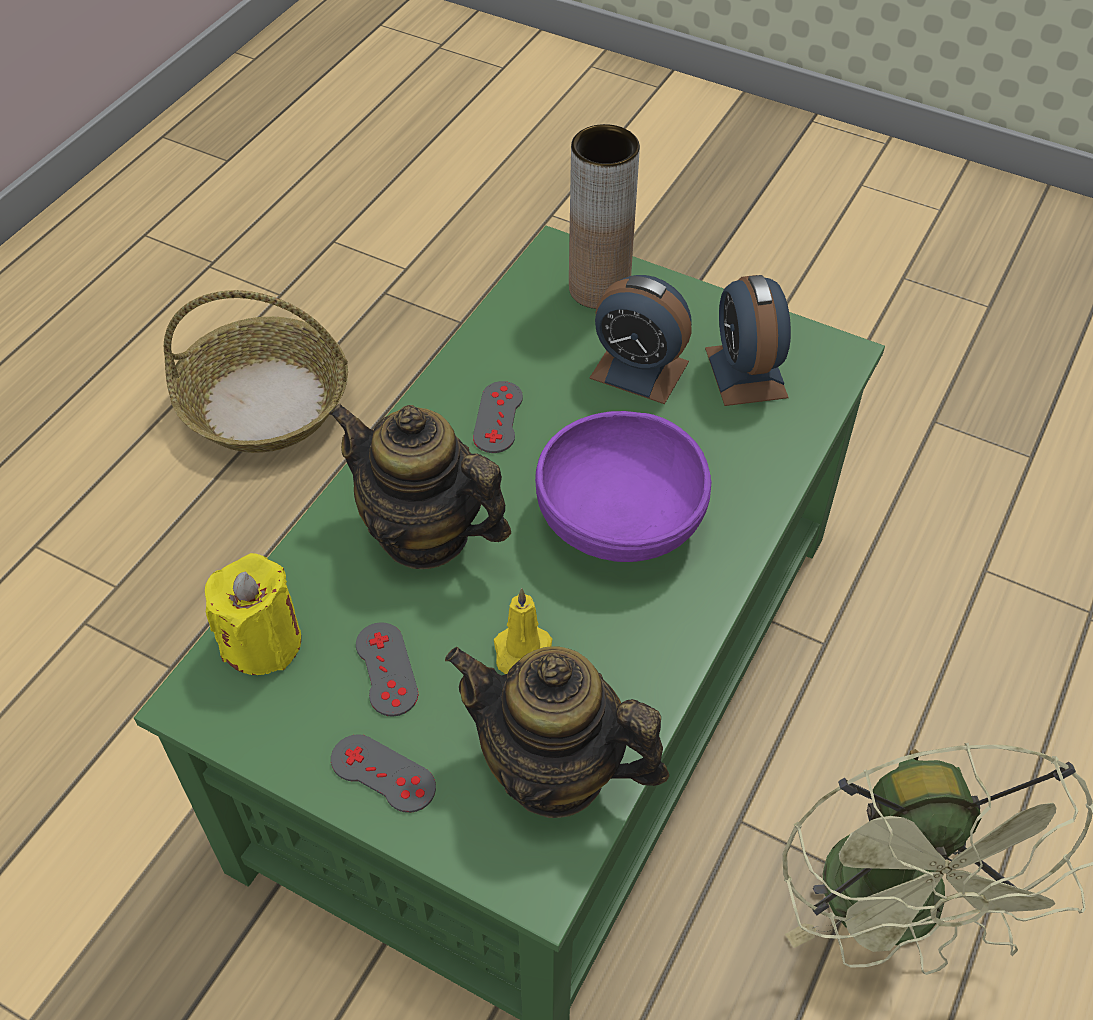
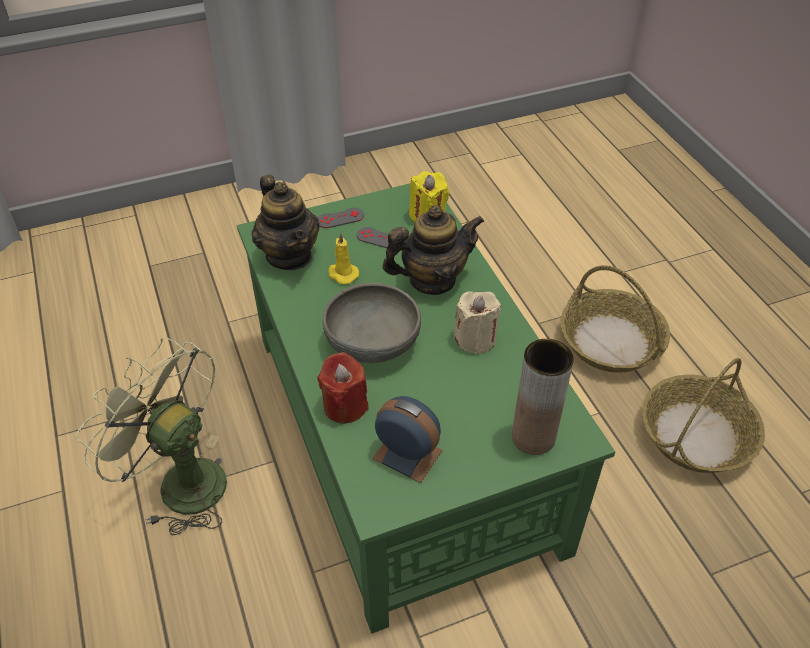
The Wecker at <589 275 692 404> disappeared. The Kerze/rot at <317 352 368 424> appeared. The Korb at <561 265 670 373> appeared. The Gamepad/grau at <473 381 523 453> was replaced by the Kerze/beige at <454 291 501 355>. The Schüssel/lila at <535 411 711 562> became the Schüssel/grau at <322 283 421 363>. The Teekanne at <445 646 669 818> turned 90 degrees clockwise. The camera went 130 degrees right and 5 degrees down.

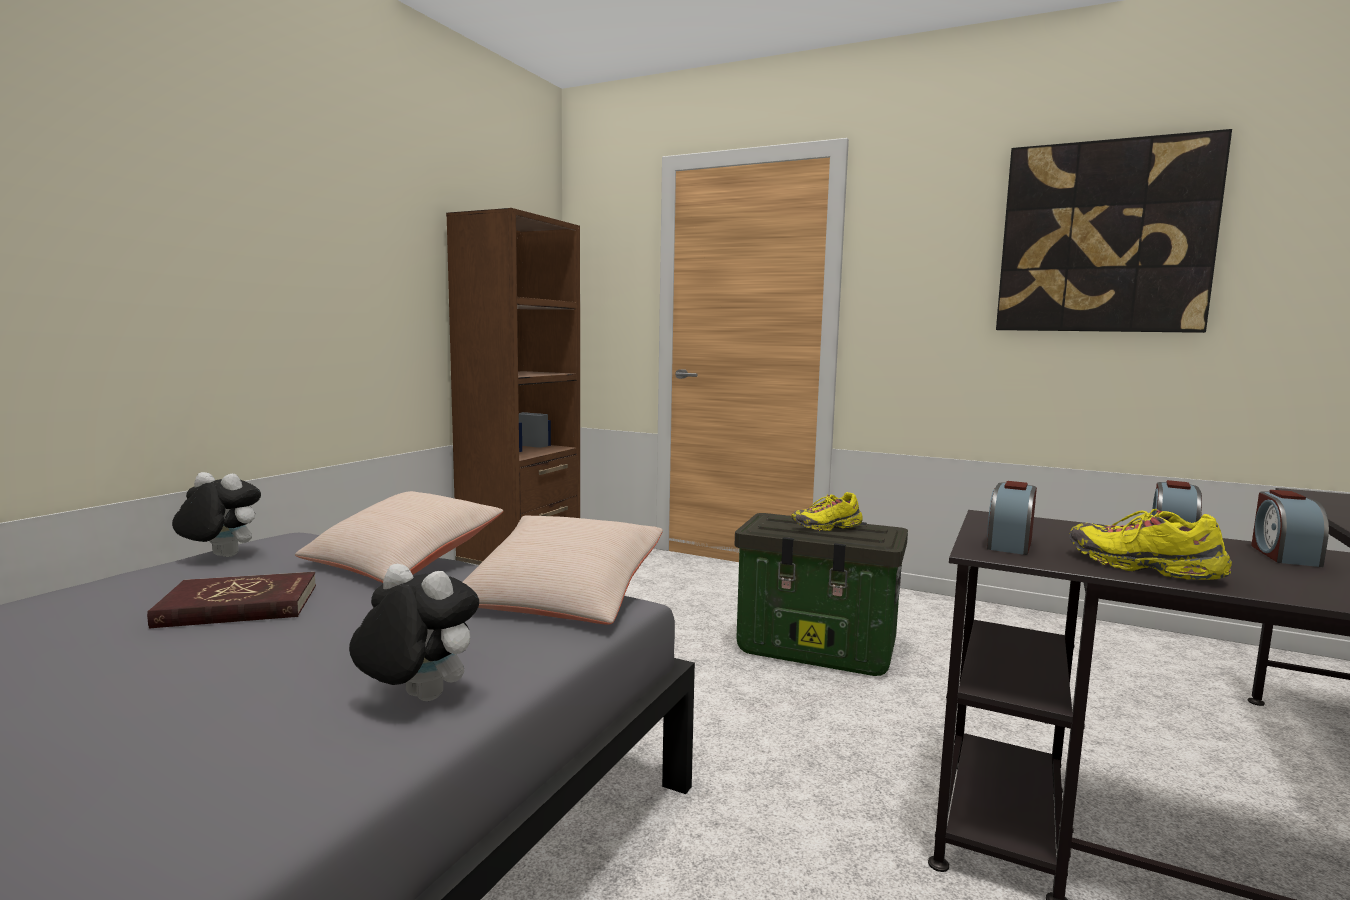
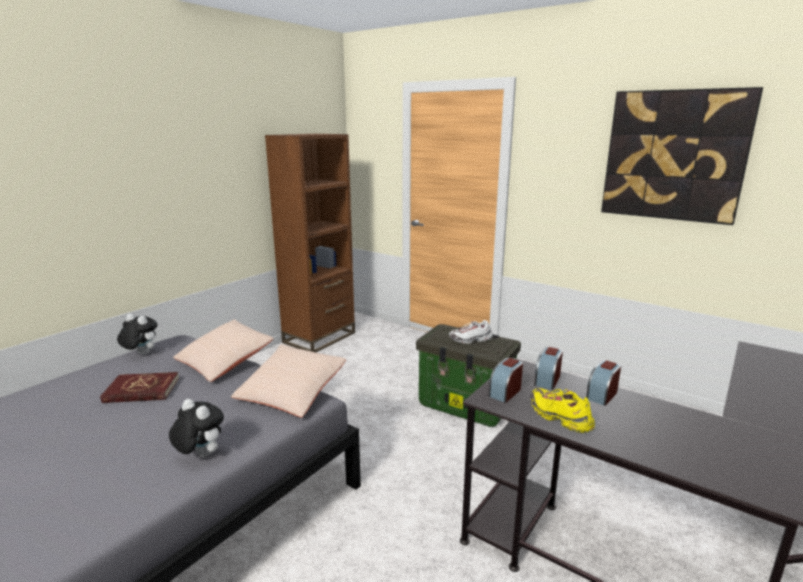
The Wecker moved from <1251 490 1329 567> to <534 347 563 390>. The Schuh/gelb at <791 492 863 531> became the Schuh/weiß at <449 320 493 344>. The camera went 10 degrees right and 10 degrees up.

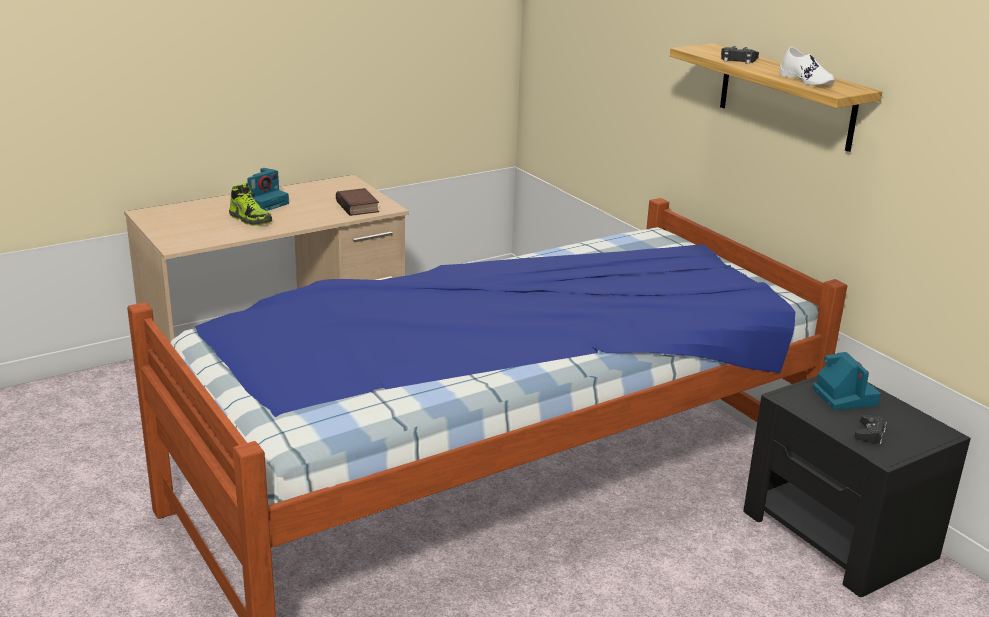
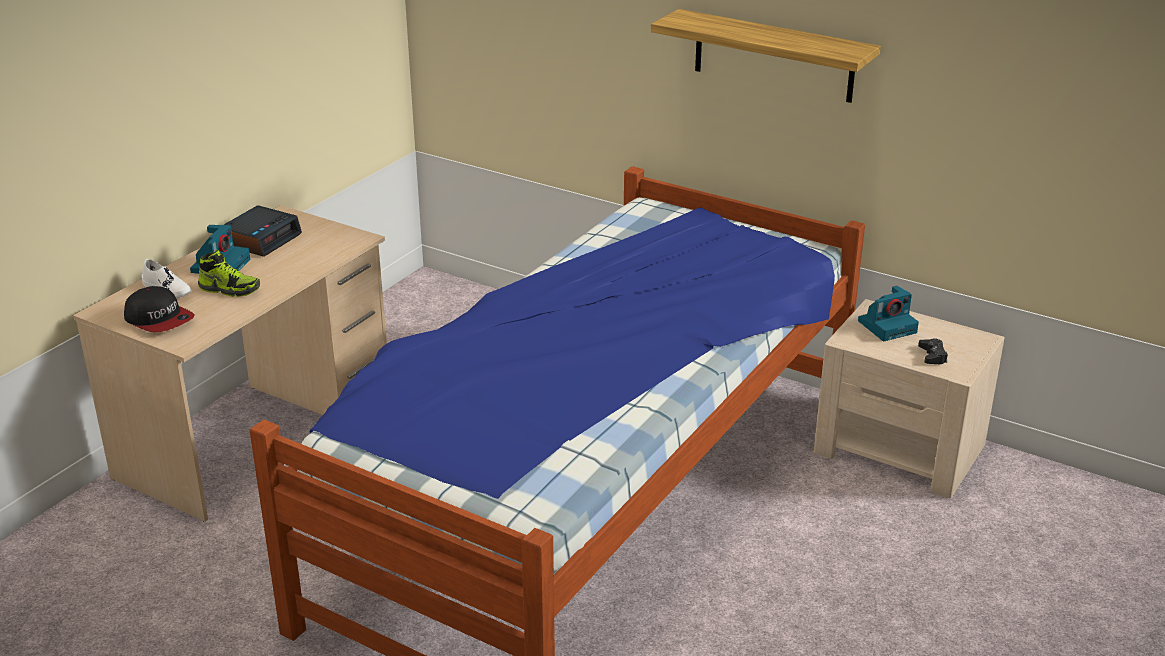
The Buch at <336 188 379 216> disappeared. The Gamepad/schwarz at <721 46 759 64> disappeared. The Kappe at <124 286 194 333> appeared. The Wecker at <224 206 302 257> appeared. The Schuh/weiß moved from <779 46 835 85> to <142 259 192 298>. The Nachttisch/schwarz at <743 375 971 597> became the Nachttisch/beige at <814 299 1005 498>. The Kamera at <813 352 881 410> turned 105 degrees clockwise. The camera went 25 degrees left and 5 degrees up.

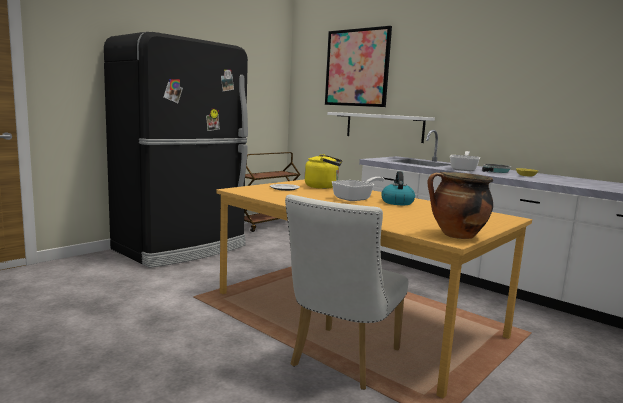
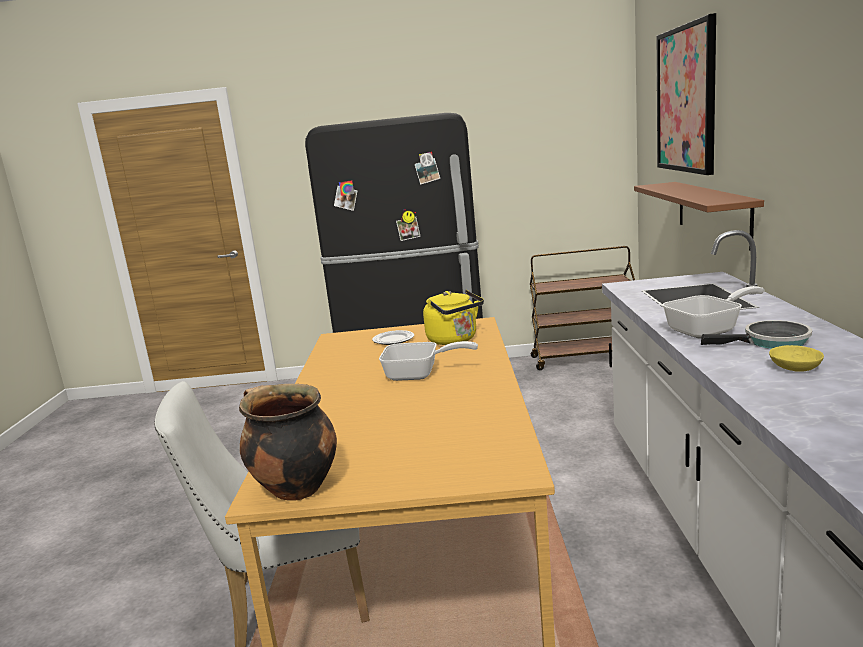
The Wasserkessel at <381 171 415 205> disappeared. The Wandregal/weiß at <327 112 435 143> became the Wandregal/braun at <634 182 764 251>. The camera went 50 degrees right and 5 degrees up.

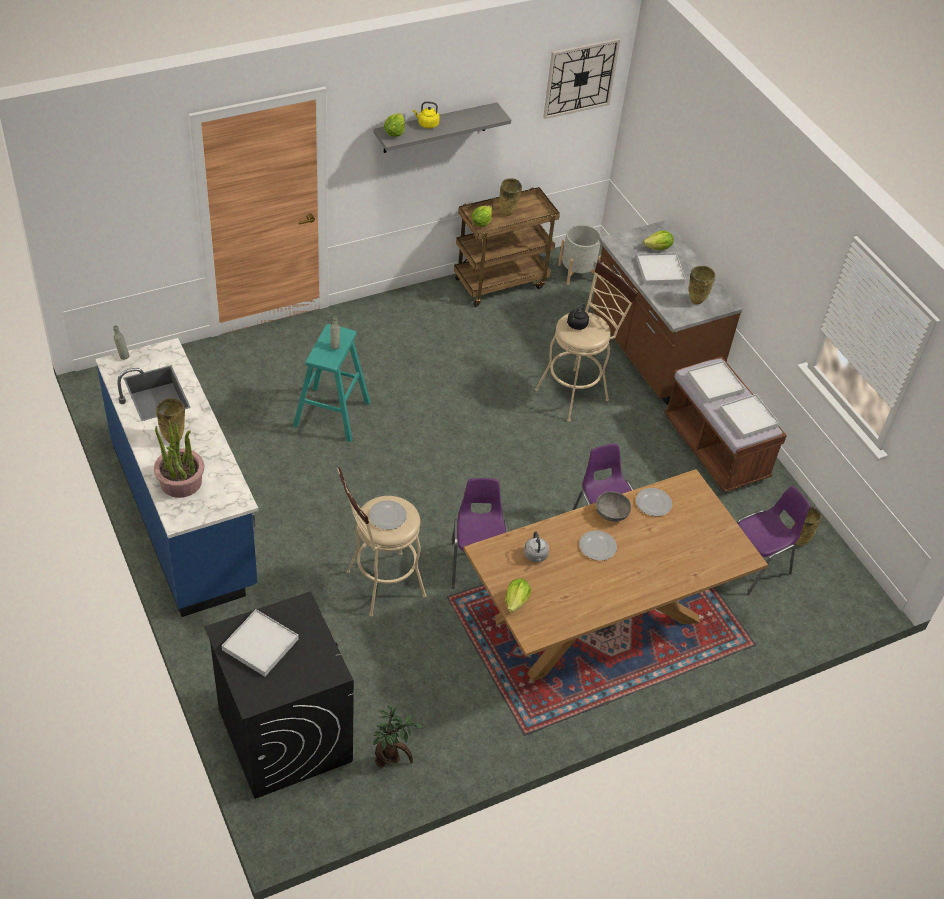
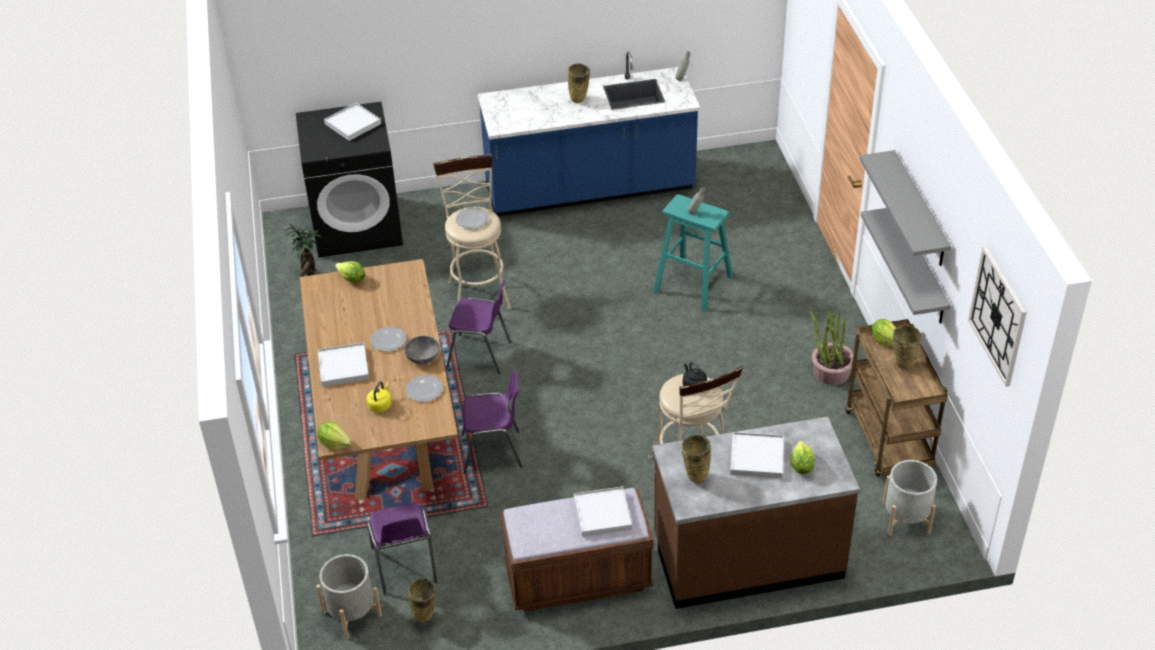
The Wasserkessel/grau at <524 531 549 562> disappeared. The Pflanzkübel/grau at <316 554 382 639> appeared. The Wandregal/grau at <861 208 951 324> appeared. The Topfpflanze moved from <154 421 204 498> to <809 310 854 385>. The Salatkopf moved from <384 113 405 137> to <317 421 352 449>. The Wasserkessel/gelb moved from <413 101 440 129> to <367 381 392 412>. The Tablett/weiß moved from <719 394 780 439> to <318 342 369 387>. The camera went 110 degrees right and 5 degrees down.

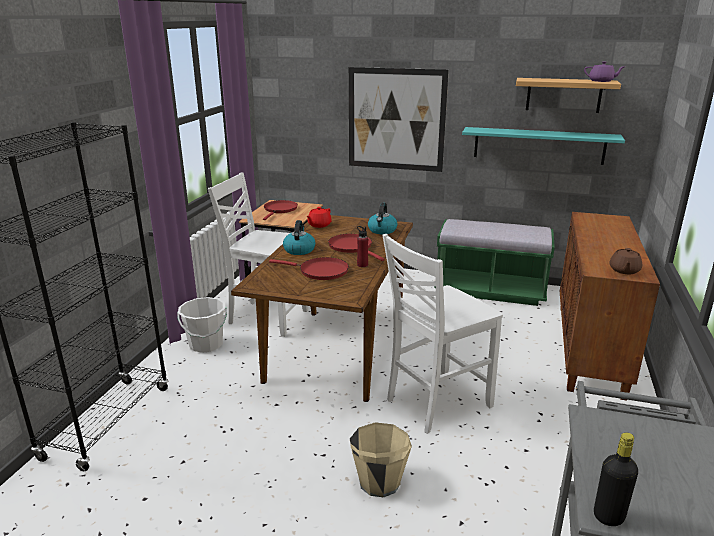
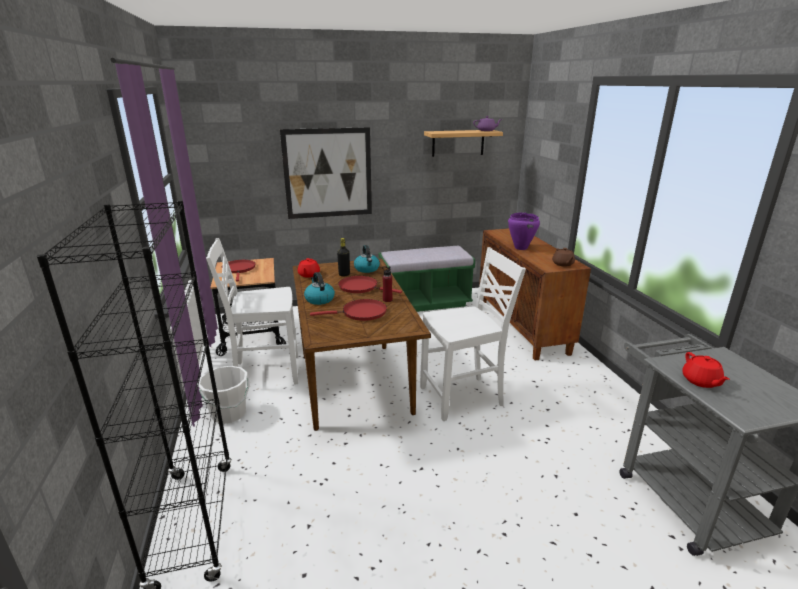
The Eimer/beige at <350 422 412 497> disappeared. The Wandregal/türkis at <462 127 625 165> disappeared. The Kochtopf/lila at <508 212 540 250> appeared. The Teekanne/rot at <682 352 730 388> appeared. The Flasche/schwarz moved from <594 433 638 526> to <337 238 350 277>. The Stuhl/weiß at <383 234 503 434> turned 135 degrees counterclockwise. The camera went 30 degrees left and 0 degrees up.

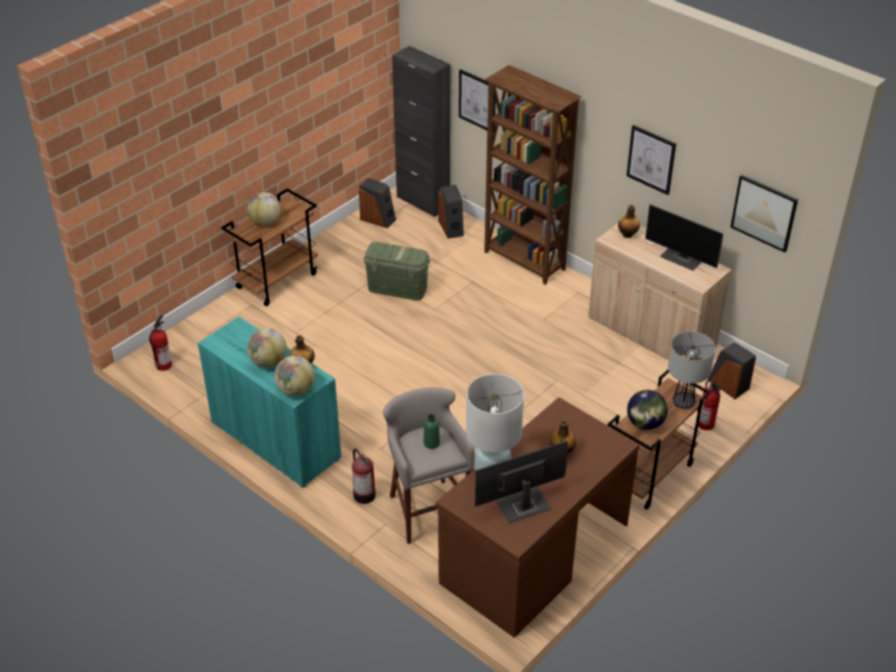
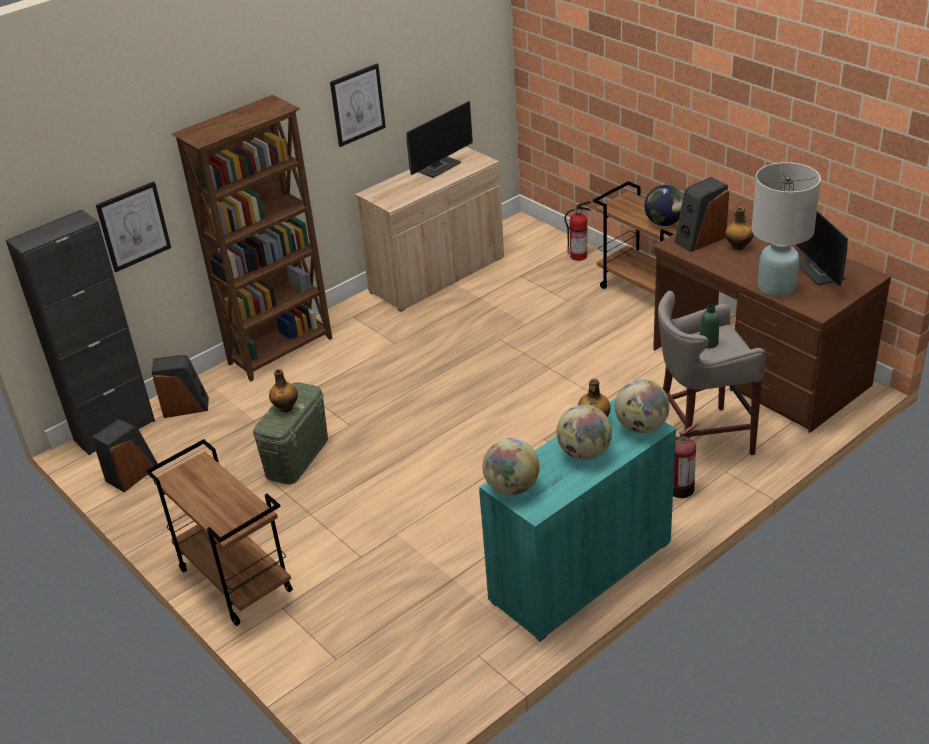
The Feuerlöscher at <149 315 172 371> disappeared. The Tischlampe at <668 331 715 409> disappeared. The Bild at <731 175 798 253> disappeared. The Globus moved from <247 192 281 226> to <483 438 540 495>. The Flasche moved from <618 205 640 238> to <269 369 298 412>. The Lautsprecher moved from <708 343 756 399> to <675 177 729 252>. The camera went 80 degrees left and 5 degrees down.

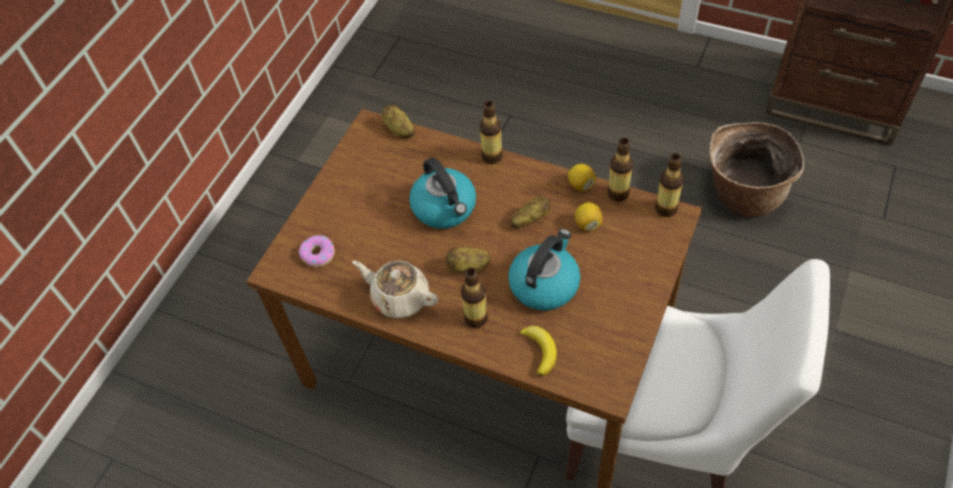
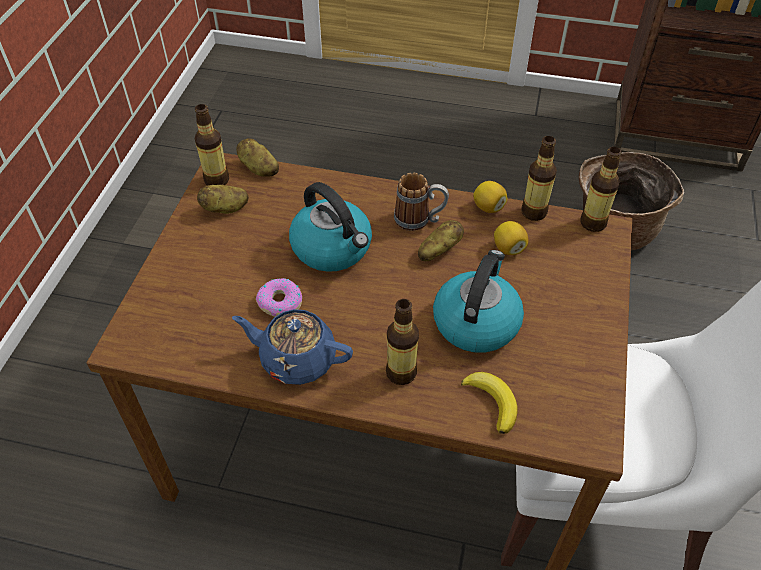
The Henkelbecher at <394 173 449 231> appeared. The Donut moved from <299 235 335 267> to <256 278 302 317>. The Kartoffel moved from <446 247 491 272> to <197 185 249 214>. The Flasche moved from <480 101 503 164> to <195 104 229 185>. The Teekanne/beige at <352 260 438 319> became the Teekanne/blau at <232 309 353 385>. The camera went 15 degrees left and 5 degrees down.

